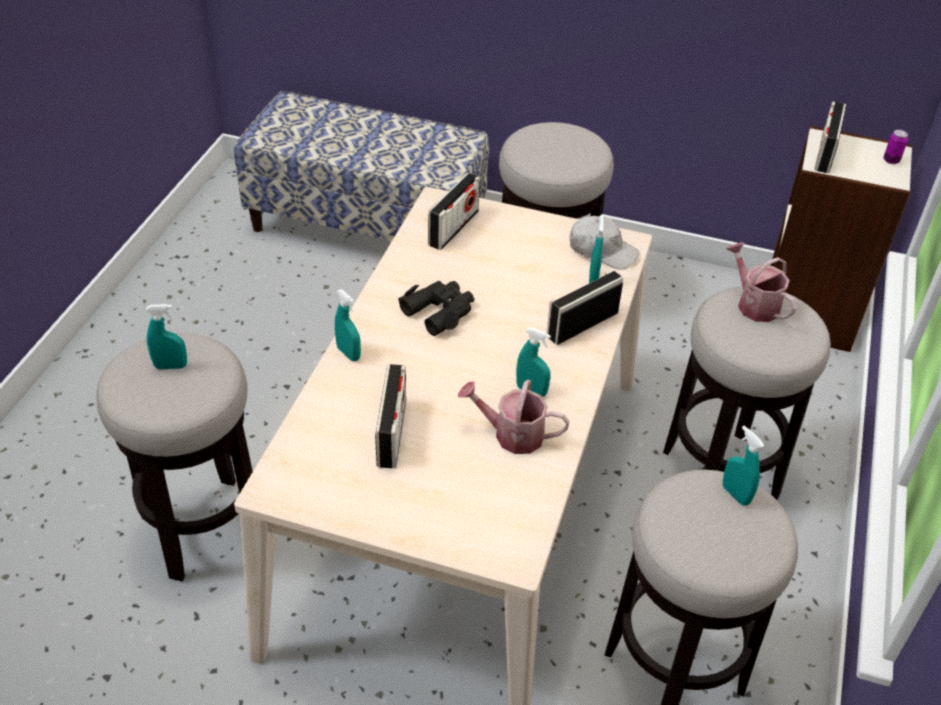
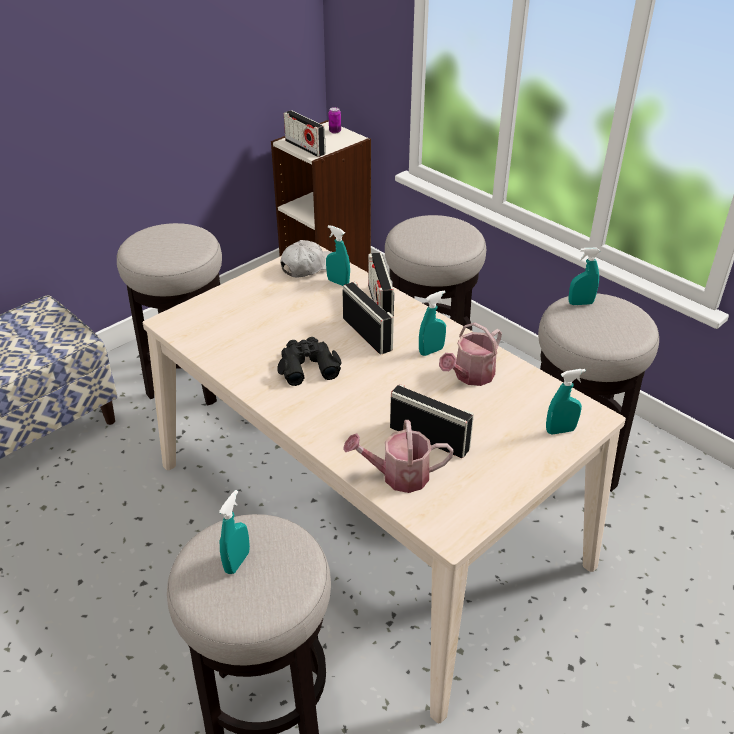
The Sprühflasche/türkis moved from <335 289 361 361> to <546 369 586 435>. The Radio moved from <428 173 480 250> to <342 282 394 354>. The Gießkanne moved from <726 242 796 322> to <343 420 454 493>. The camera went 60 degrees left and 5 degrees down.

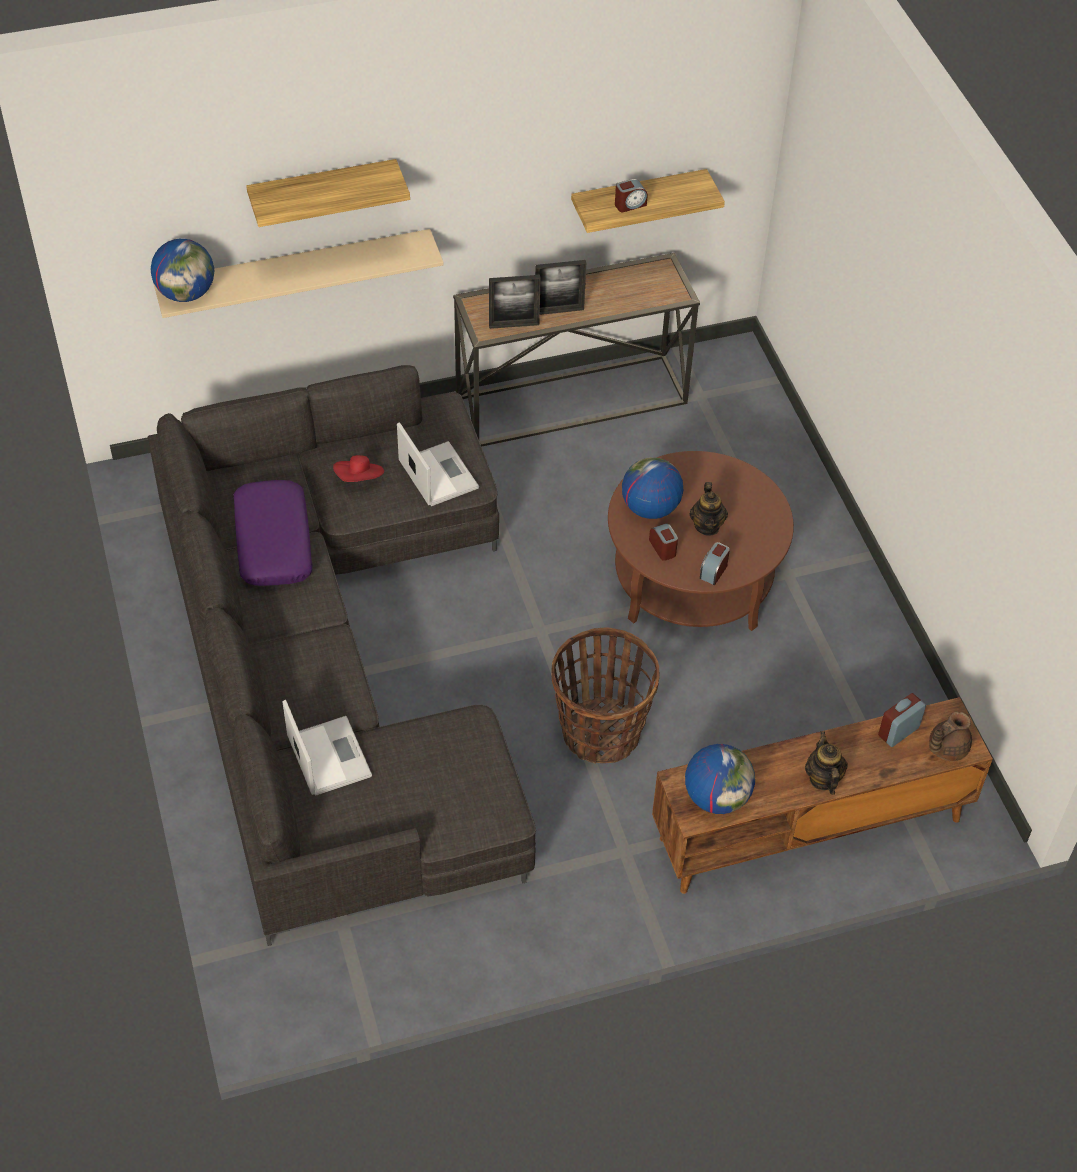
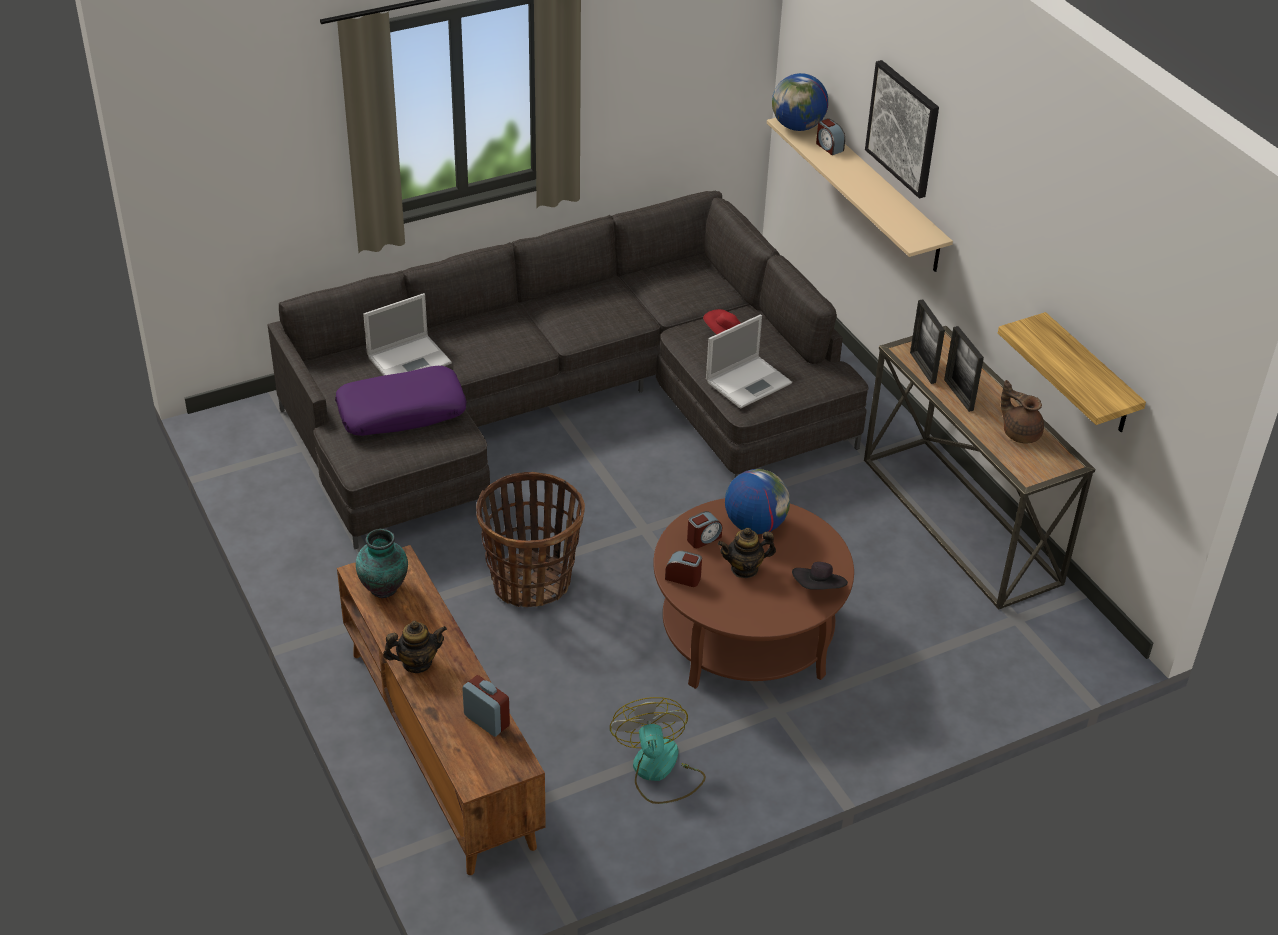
The Ventilator at <610 697 706 804> appeared. The Hut/schwarz at <792 562 848 590> appeared. The Kissen/lila moved from <233 480 313 586> to <335 366 467 436>. The Wecker moved from <615 179 648 212> to <816 118 845 155>. The Teekanne/braun moved from <929 711 972 761> to <1001 380 1044 443>. The Wandregal at <246 159 410 227> was replaced by the Bild at <865 60 939 198>. The Globus at <685 744 755 814> was replaced by the Vase at <356 529 408 598>. The camera went 80 degrees right and 10 degrees down.

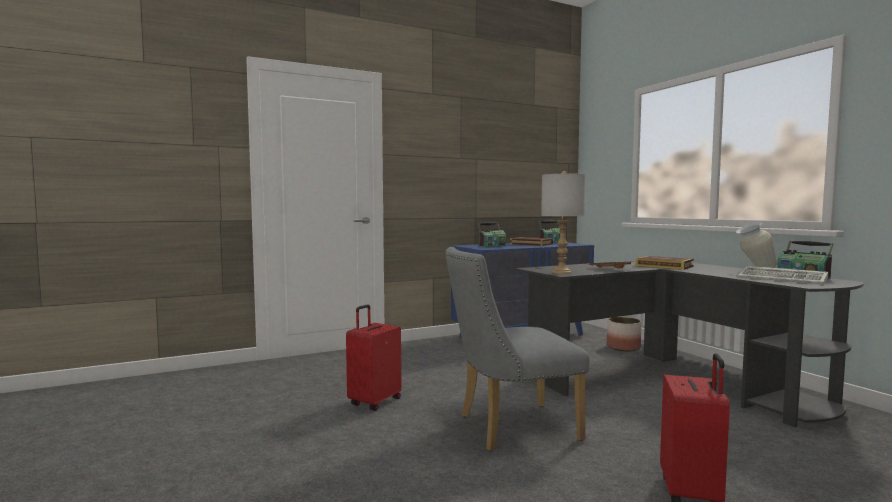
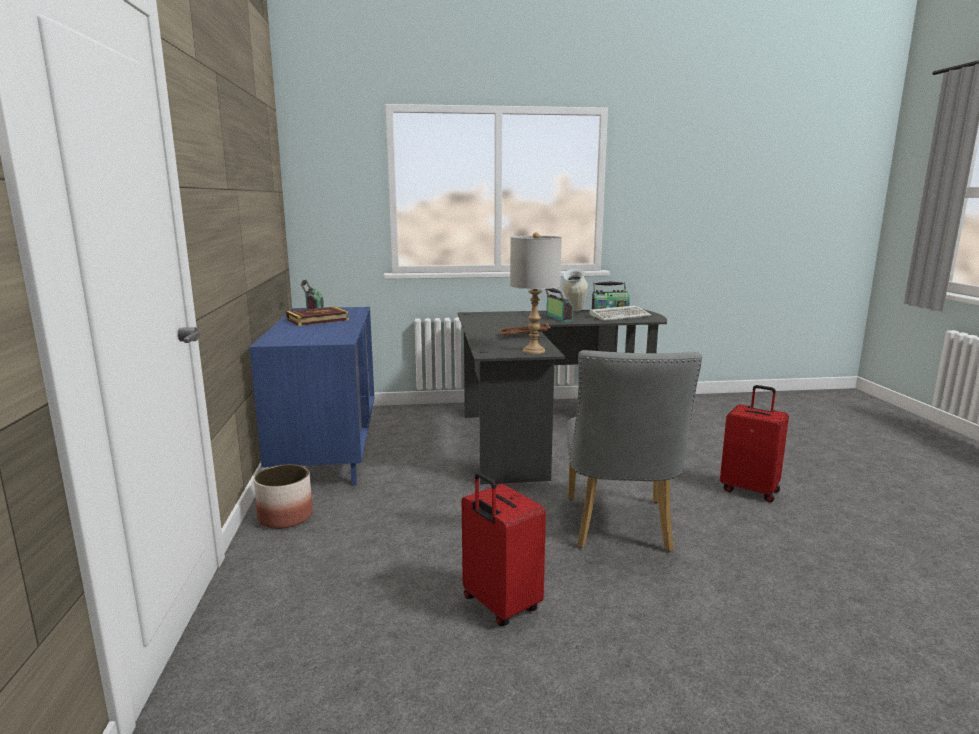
The Buch at <636 256 694 270> disappeared. The Radio moved from <478 222 506 248> to <545 288 573 322>. The Pflanzkübel moved from <607 317 641 351> to <254 464 313 529>. The camera went 70 degrees left and 10 degrees up.

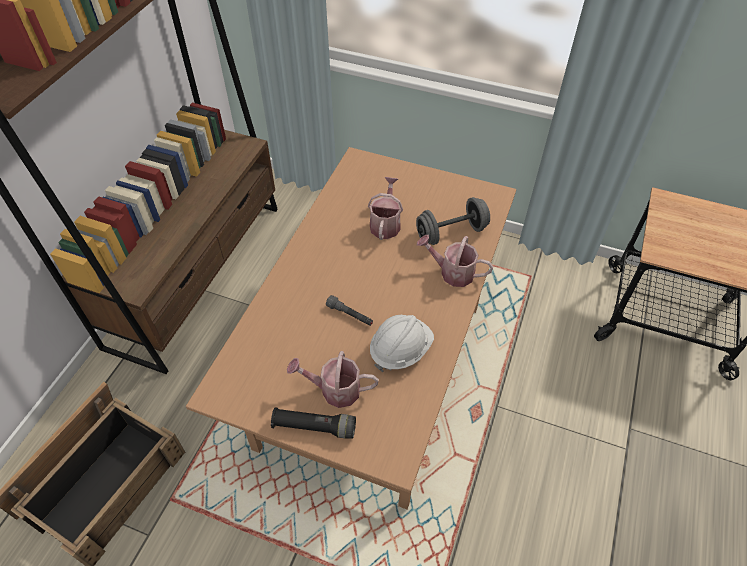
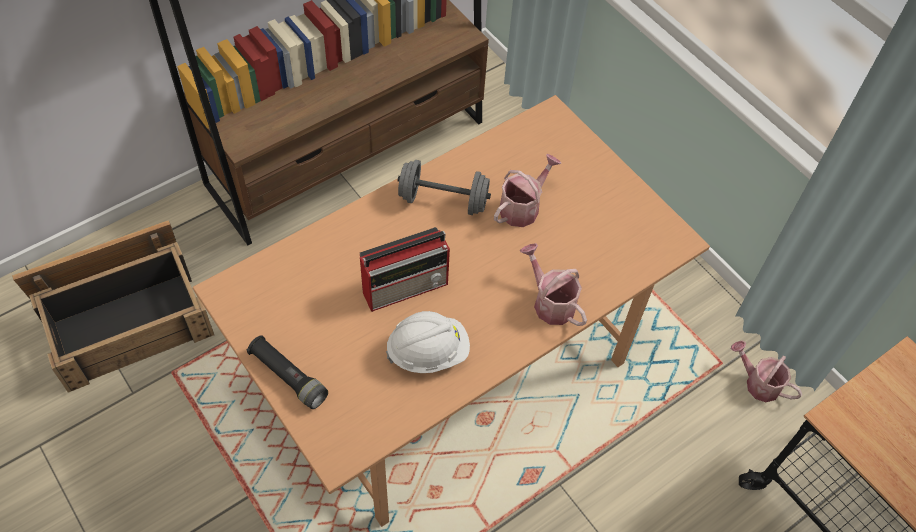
The Gießkanne moved from <287 351 379 408> to <731 341 802 402>. The Hantel/grau moved from <416 197 490 245> to <398 160 491 215>. The Taschenlampe/grau at <326 295 373 326> was replaced by the Radio at <360 227 450 312>. The camera went 30 degrees right and 5 degrees up.

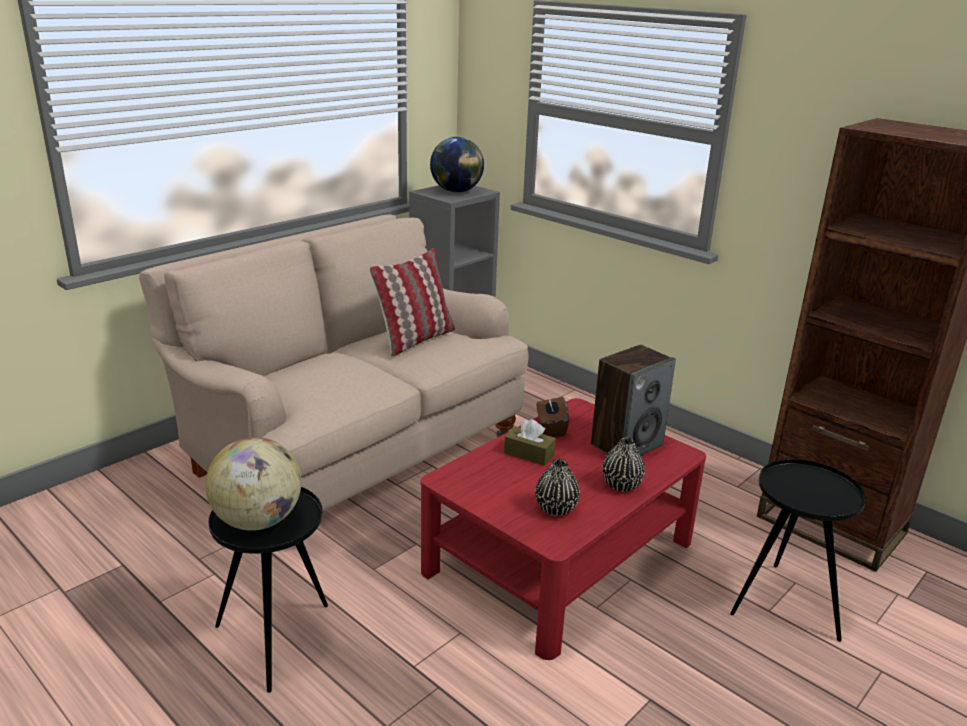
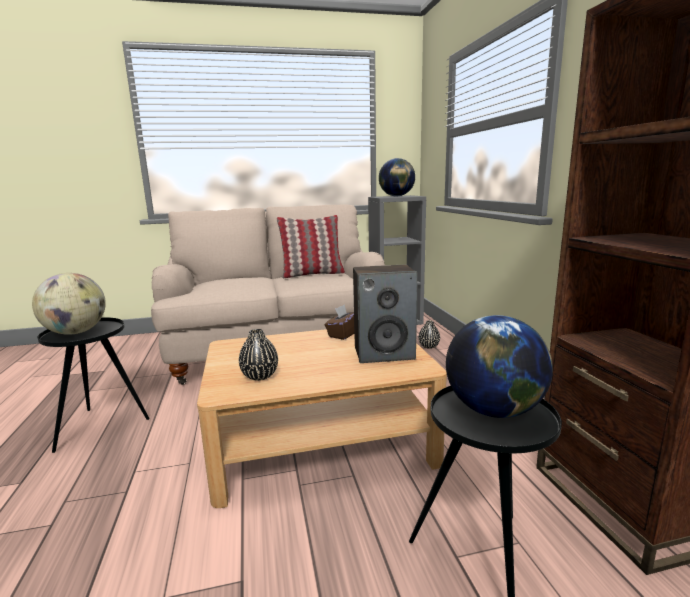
The Taschentuchbox/braun at <504 419 556 466> disappeared. The Globus at <446 315 553 418> appeared. The Vase/schwarz moved from <602 437 645 492> to <419 320 440 349>. The Couchtisch/rot at <421 398 706 660> became the Couchtisch/beige at <197 329 447 508>. The camera went 35 degrees right and 10 degrees down.

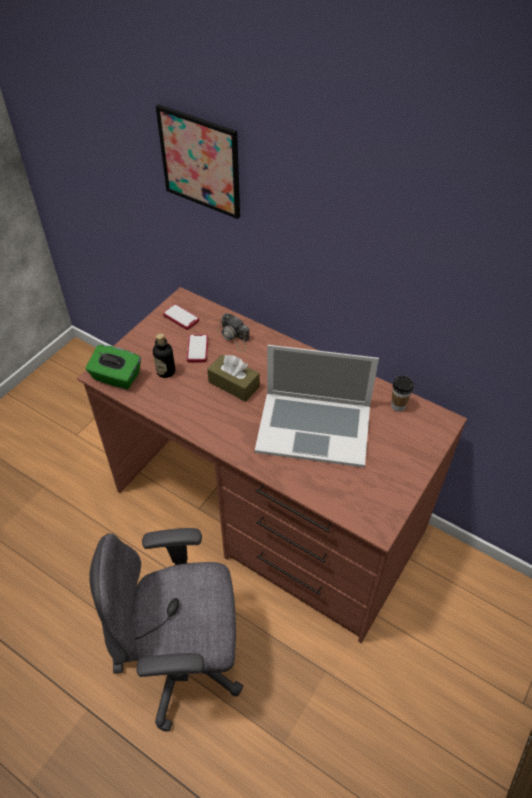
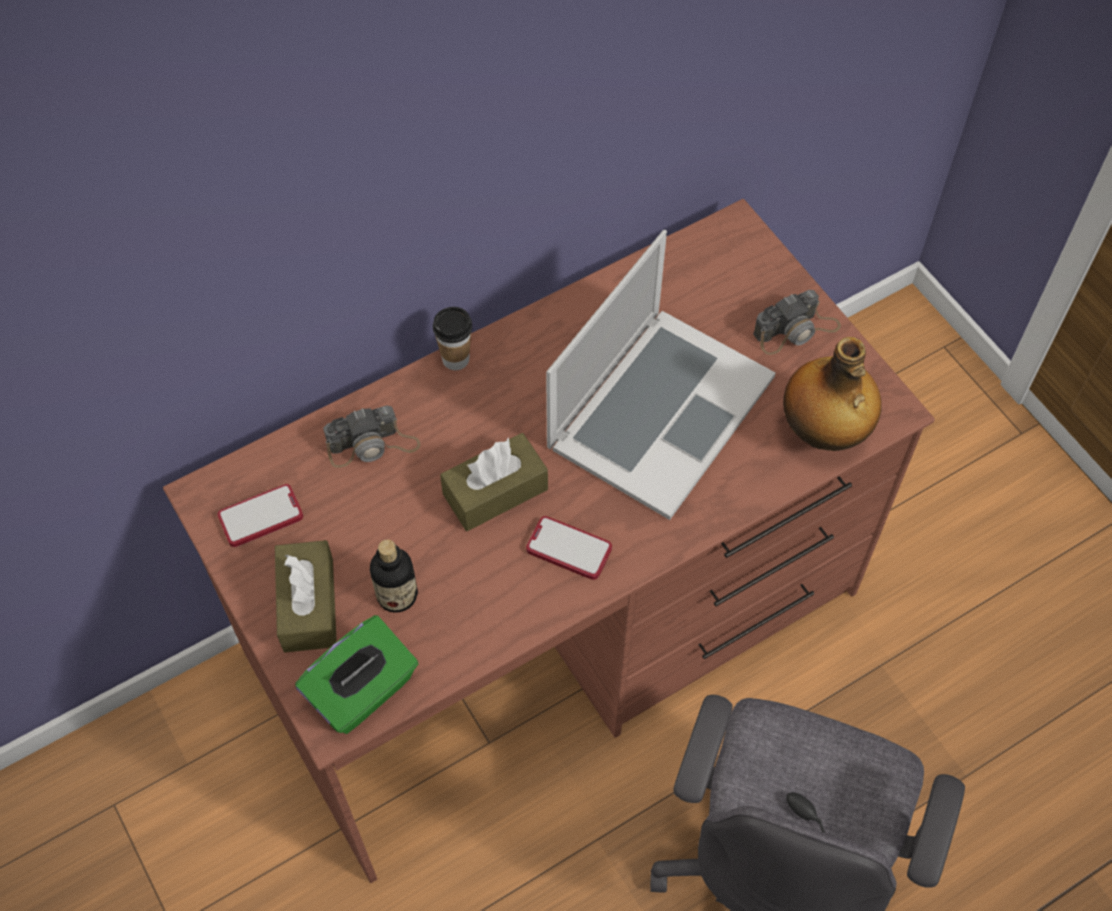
The Bild at <156 104 240 219> disappeared. The Taschentuchbox/braun at <275 540 337 653> appeared. The Kamera at <753 290 841 355> appeared. The Flasche at <783 337 882 451> appeared. The Handy moved from <187 334 208 362> to <526 516 612 580>. The Tasse moved from <391 376 414 412> to <433 307 472 370>. The camera went 65 degrees left and 10 degrees up.

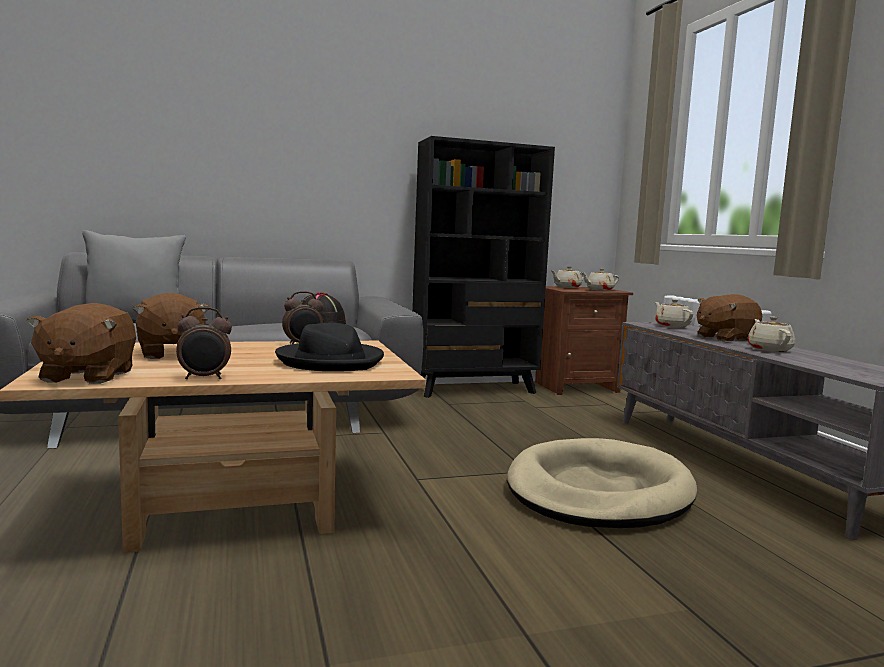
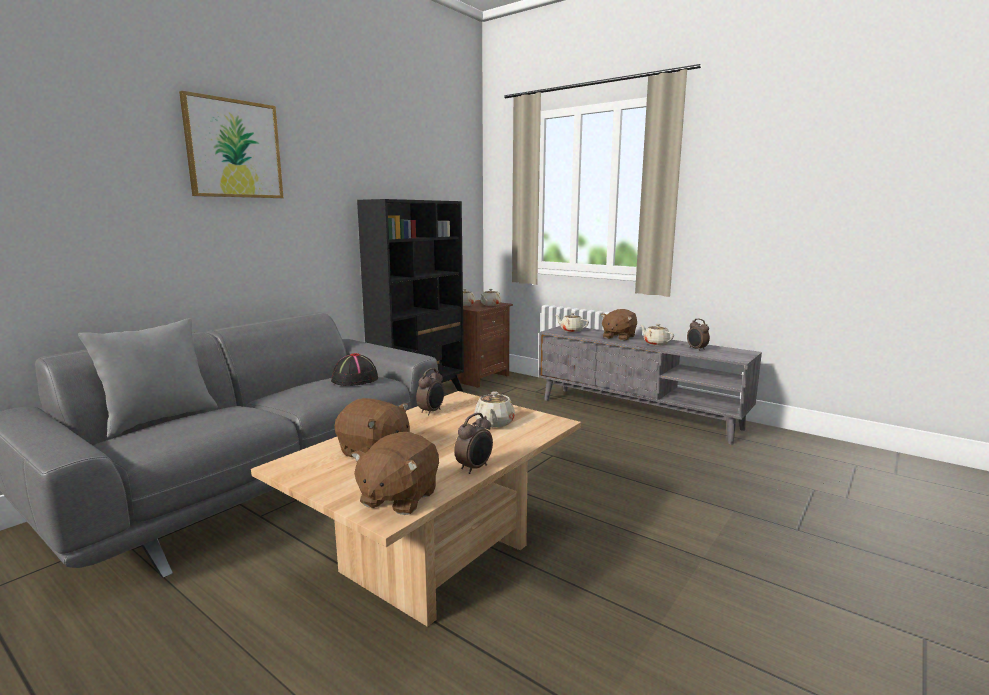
The Hundebett/beige at <507 438 697 528> disappeared. The Bild at <179 91 284 198> appeared. The Wecker at <687 319 710 351> appeared. The Hut/schwarz at <275 322 384 371> was replaced by the Teekanne/beige at <474 391 515 427>. The Plüschtier/braun at <26 303 136 384> turned 60 degrees clockwise. The camera went 35 degrees left and 5 degrees up.

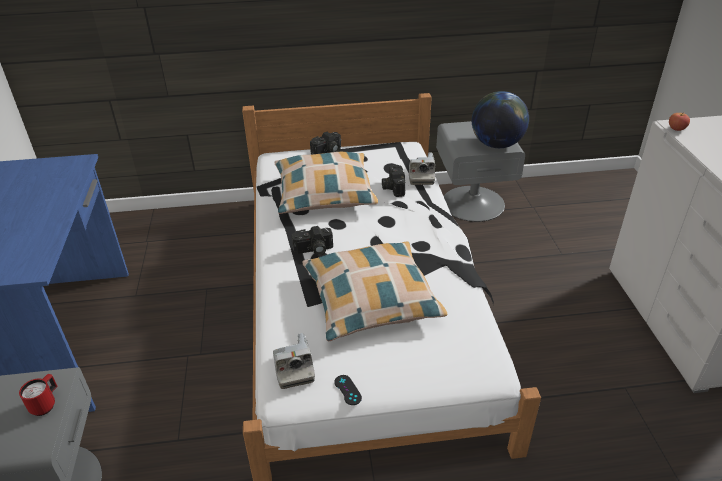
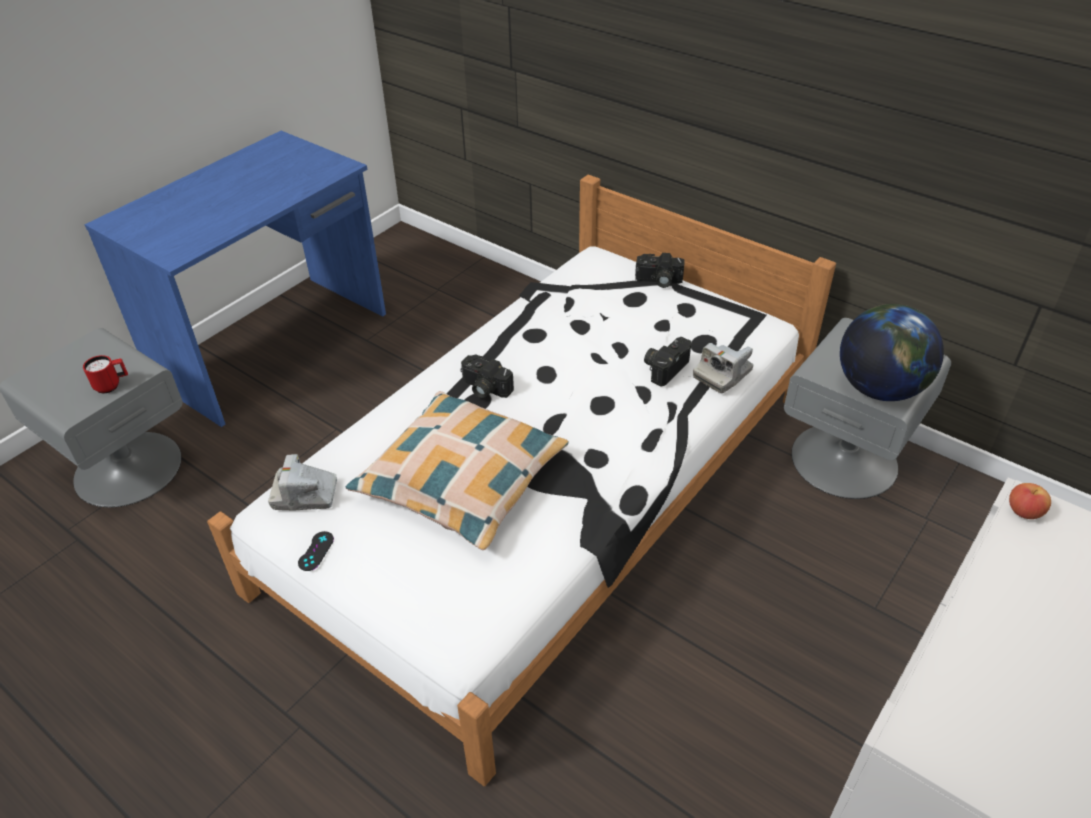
The Kissen at <274 152 378 214> disappeared. The Kamera at <273 333 315 389> turned 60 degrees clockwise. The camera went 45 degrees right and 5 degrees up.

